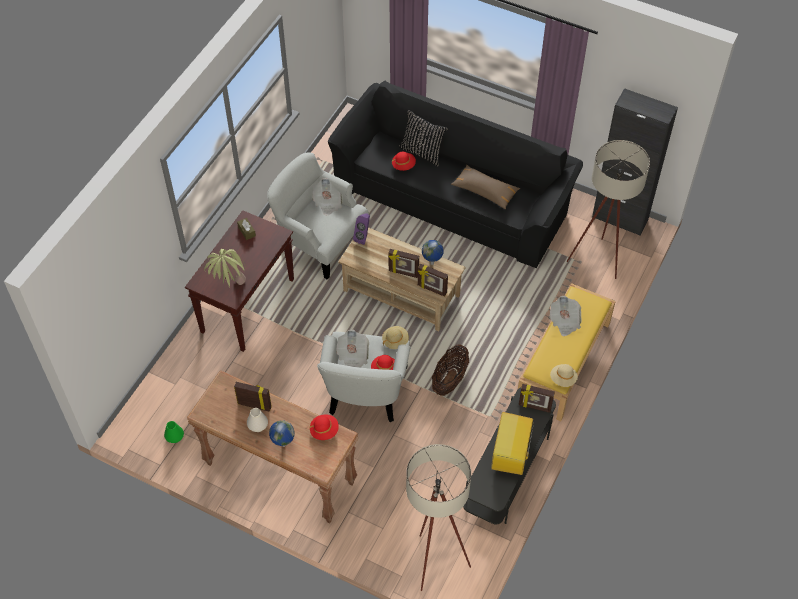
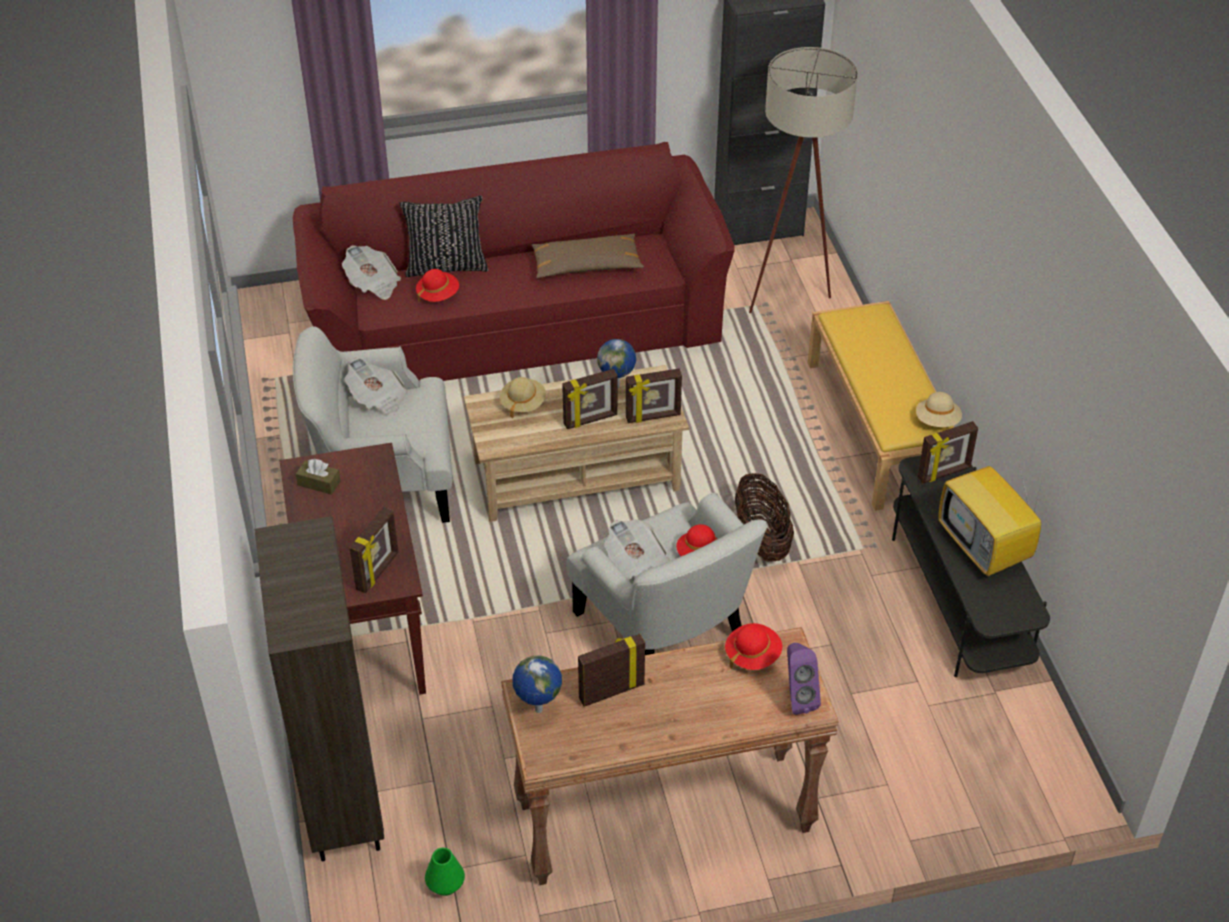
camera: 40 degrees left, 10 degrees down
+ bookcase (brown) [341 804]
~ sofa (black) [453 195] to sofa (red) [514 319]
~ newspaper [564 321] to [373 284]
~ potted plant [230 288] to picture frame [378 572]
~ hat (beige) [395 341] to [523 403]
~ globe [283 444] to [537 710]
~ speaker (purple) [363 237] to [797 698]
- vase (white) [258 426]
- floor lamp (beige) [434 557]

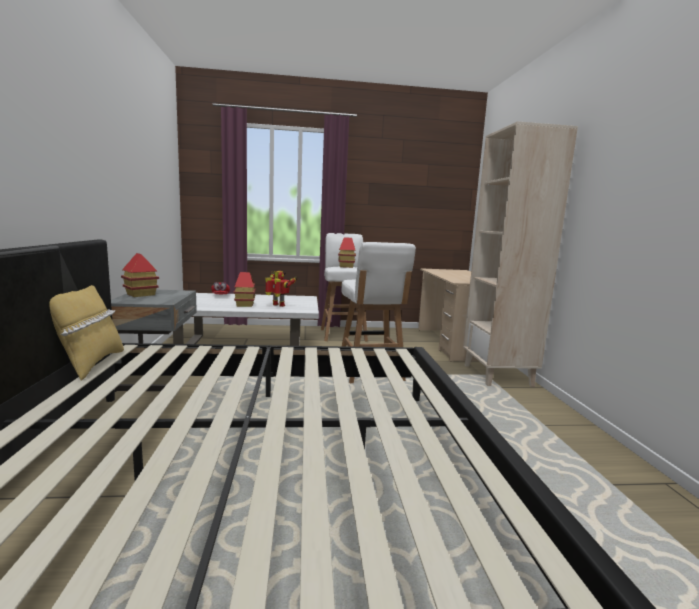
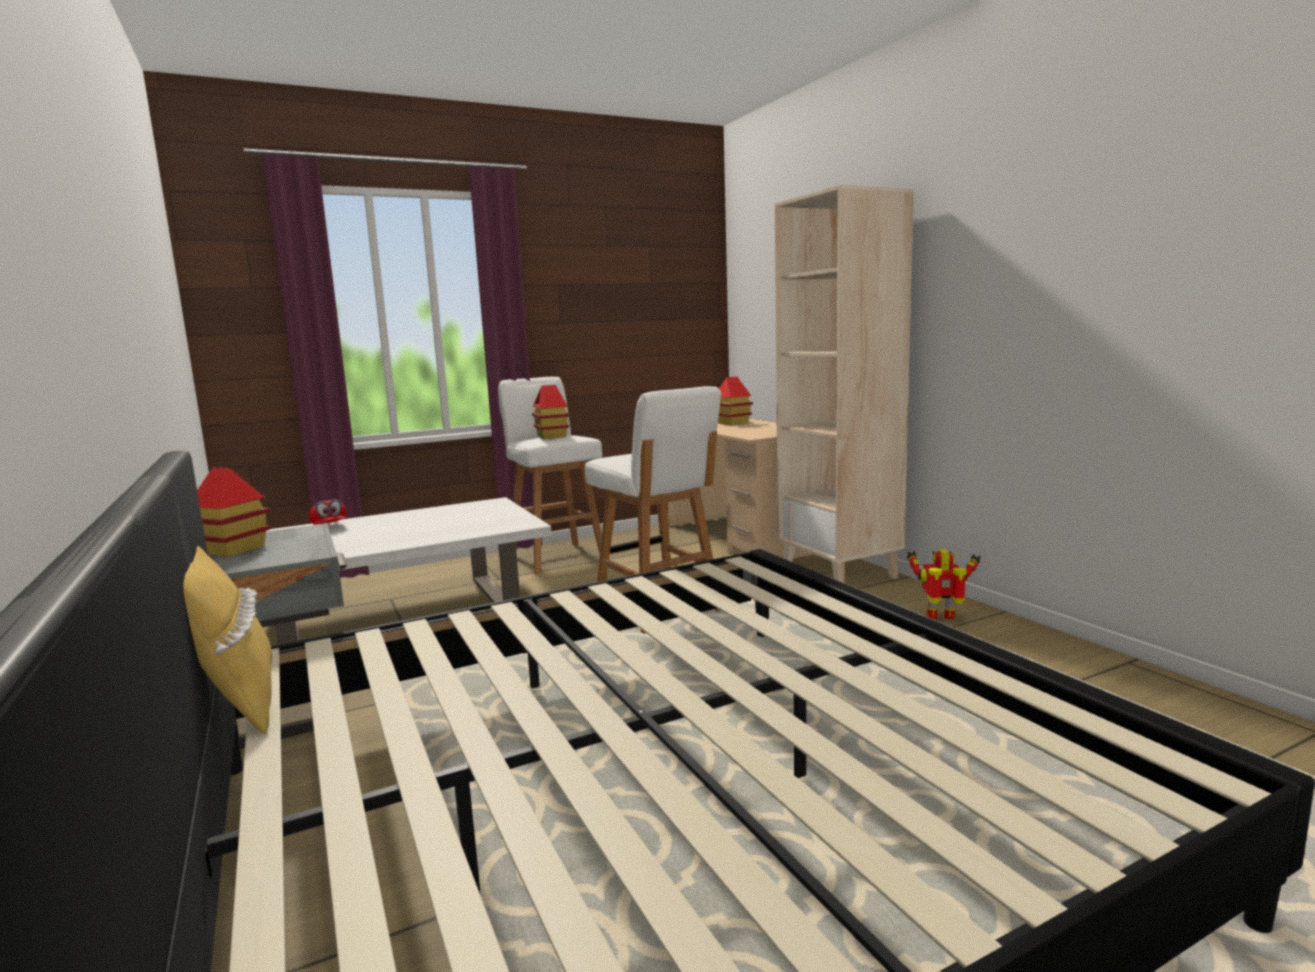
camera: 20 degrees left, 0 degrees up
~ toy house [244 305] to [732 423]
~ toy robot [278 305] to [942 617]

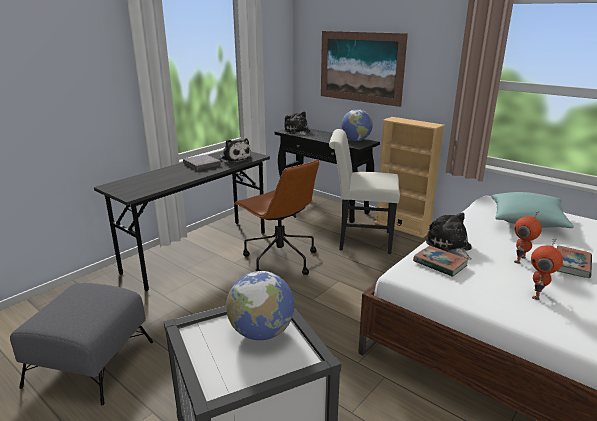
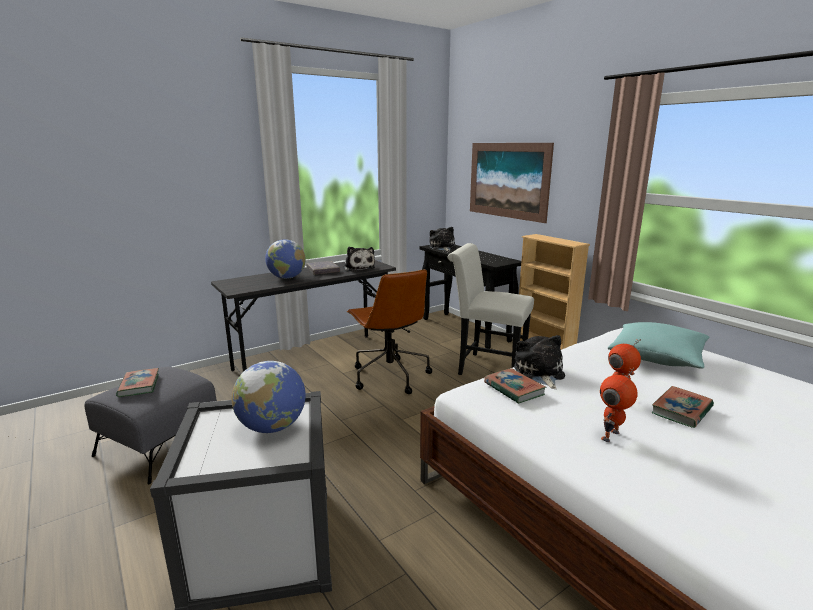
camera: 15 degrees right, 5 degrees down
+ book [139 385]
~ globe [356 140] to [287 278]

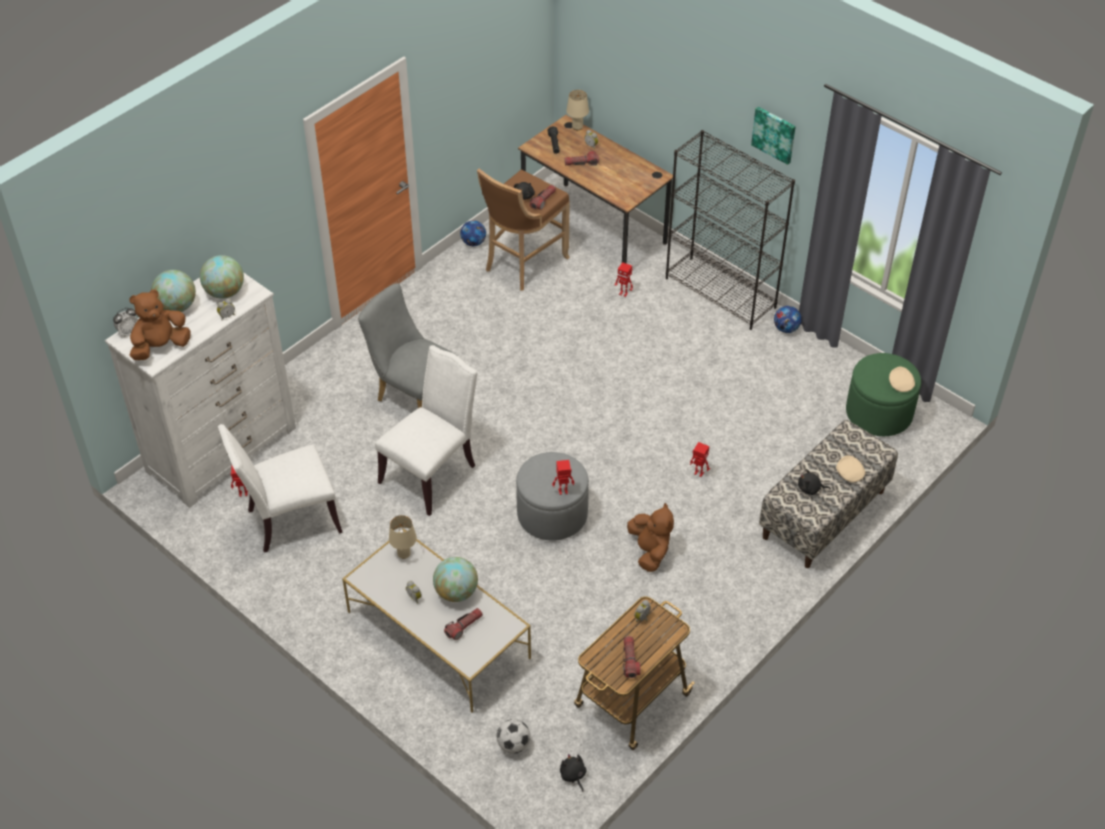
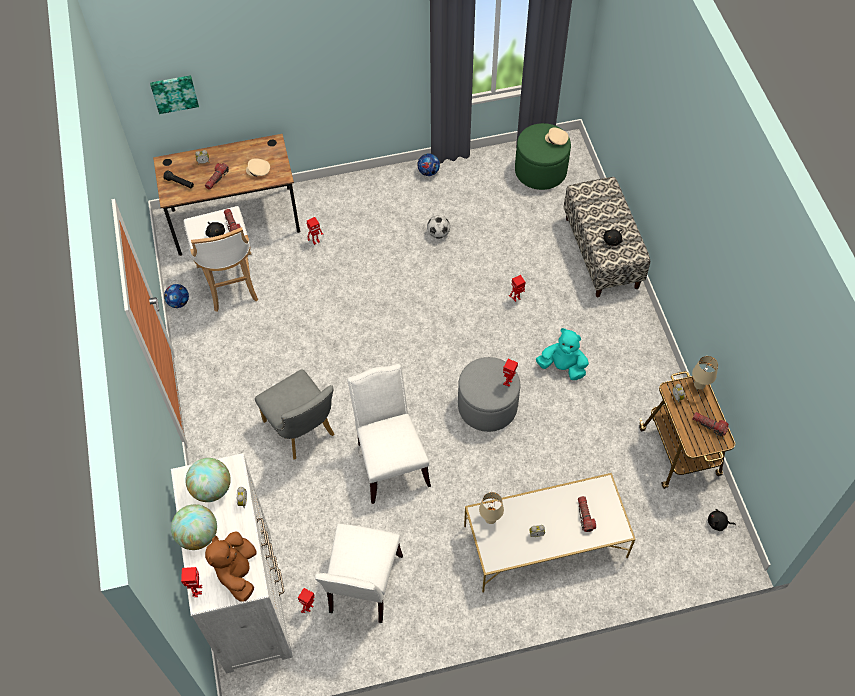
camera: 55 degrees left, 10 degrees up
~ picture [774 134] to [174 93]
~ alarm clock [128 332] to toy robot [197 590]
~ stool (brown) [523 264] to stool (white) [230 284]
~ cap (beige) [849 473] to [258 171]
~ chair (grey) [412 395] = [302 431] 105 degrees counterclockwise
~ football [513 745] to [438 233]
~ plush toy (brown) [650 551] to plush toy (turquoise) [562 367]
~ table lamp (beige) [577 127] to [699 385]
- globe [456 592]
- bookcase (black) [721 293]

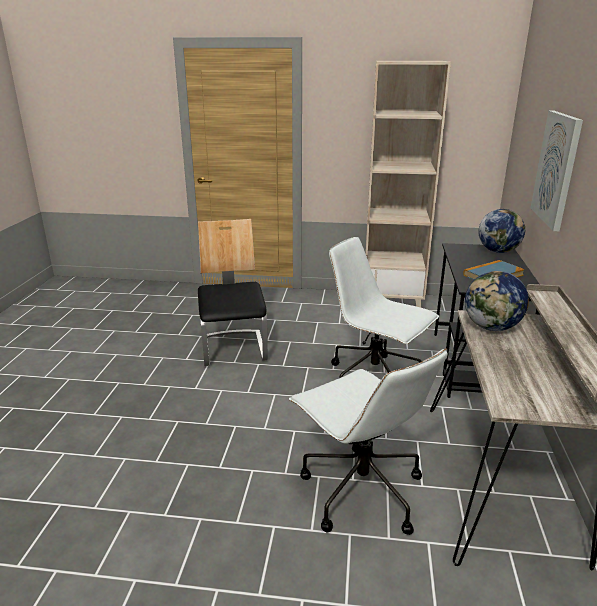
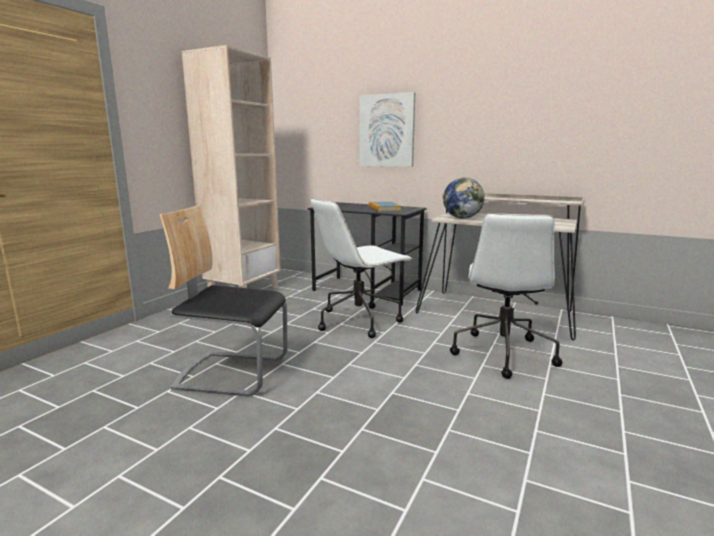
camera: 70 degrees left, 10 degrees down
~ office chair (white) [360 491] = [502 353] 120 degrees clockwise
- globe [498 251]

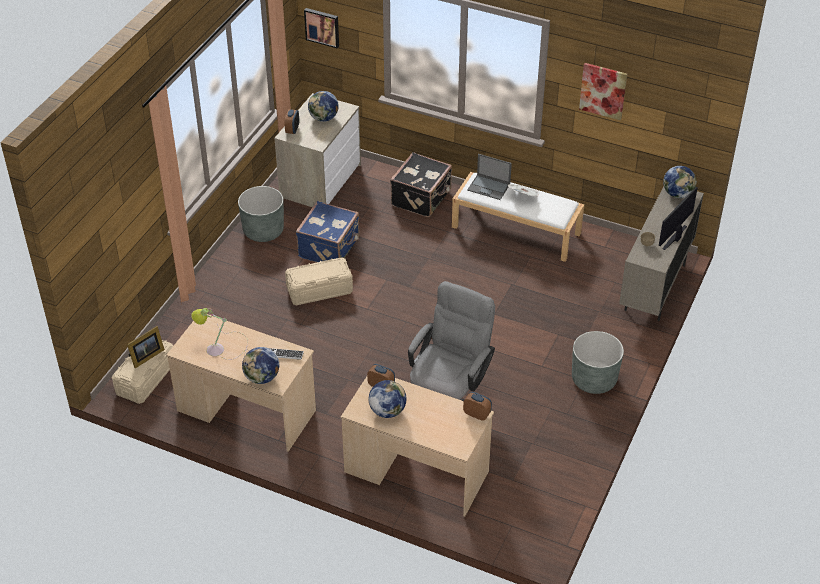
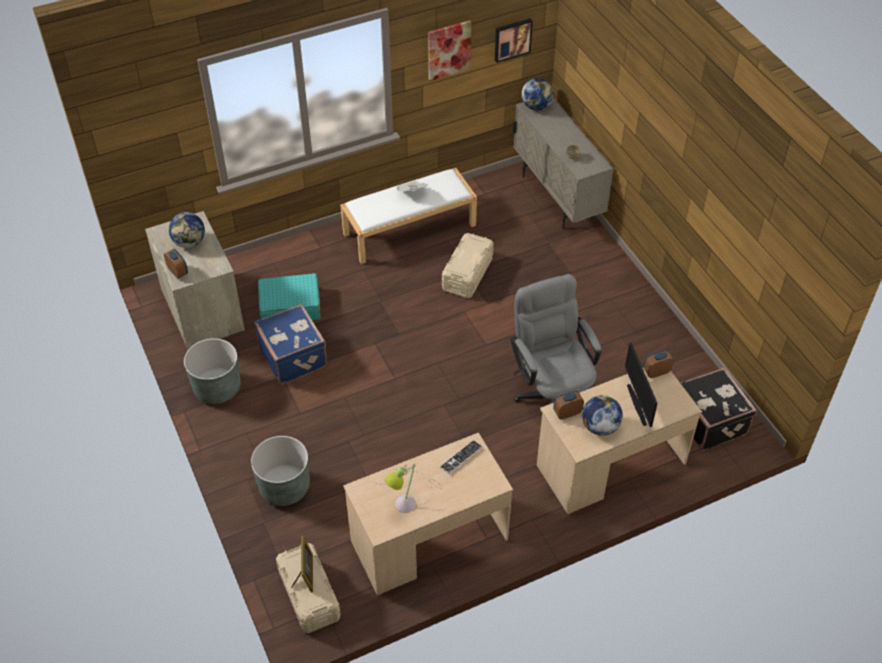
camera: 50 degrees left, 5 degrees up
~ planter (grey) [594 379] to [284 487]
+ suitcase (turquoise) [290 306]
~ storage box (beige) [319 290] to [467 274]
~ picture [322 27] to [512 39]
~ monitor [676 238] to [638 404]
~ suitcase (black) [422 198] to [710 421]
- globe [262 378]
- laptop [489 187]

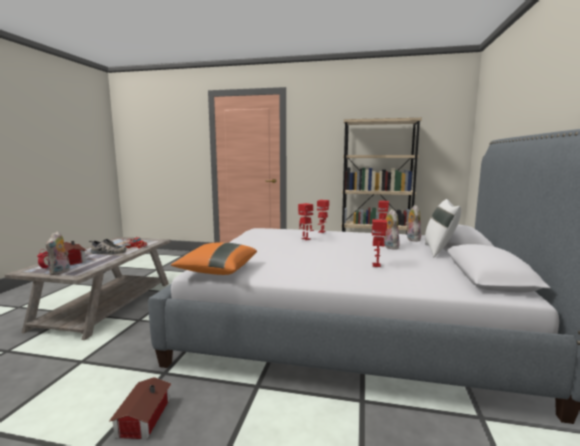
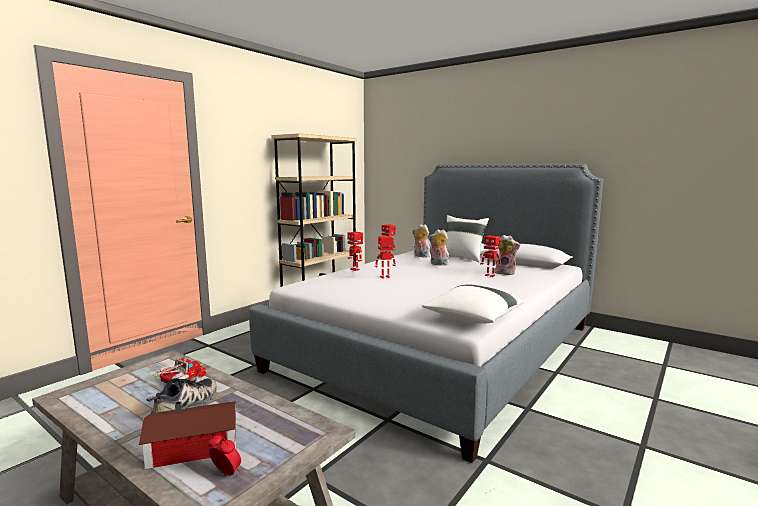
camera: 65 degrees left, 0 degrees up
~ pillow (orange) [217 270] to pillow (white) [472 319]
~ plush toy [60 272] to [505 273]
- toy house [141 418]

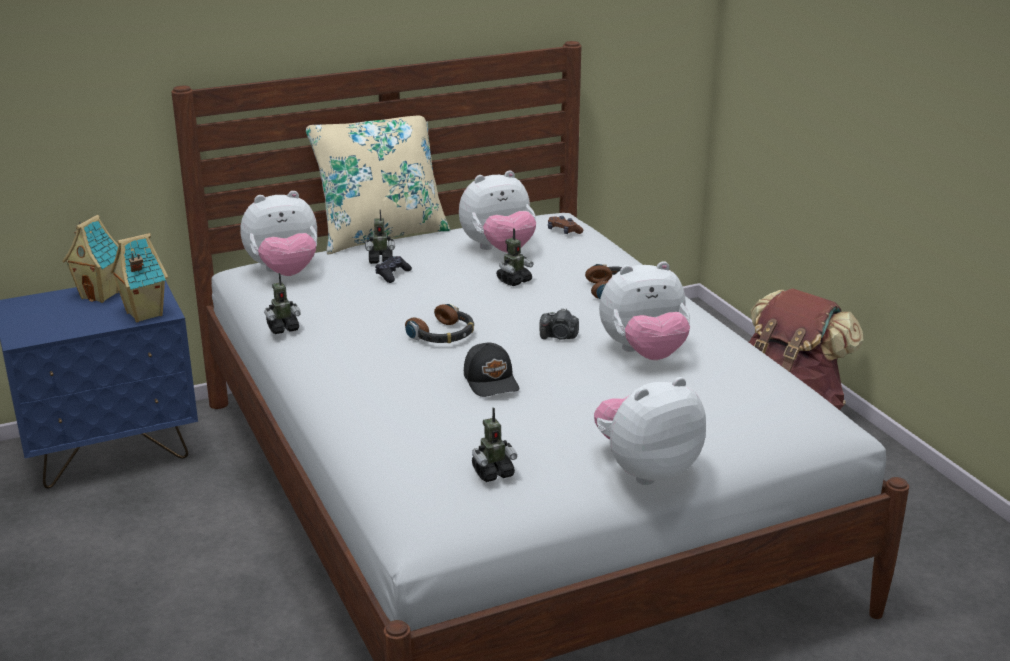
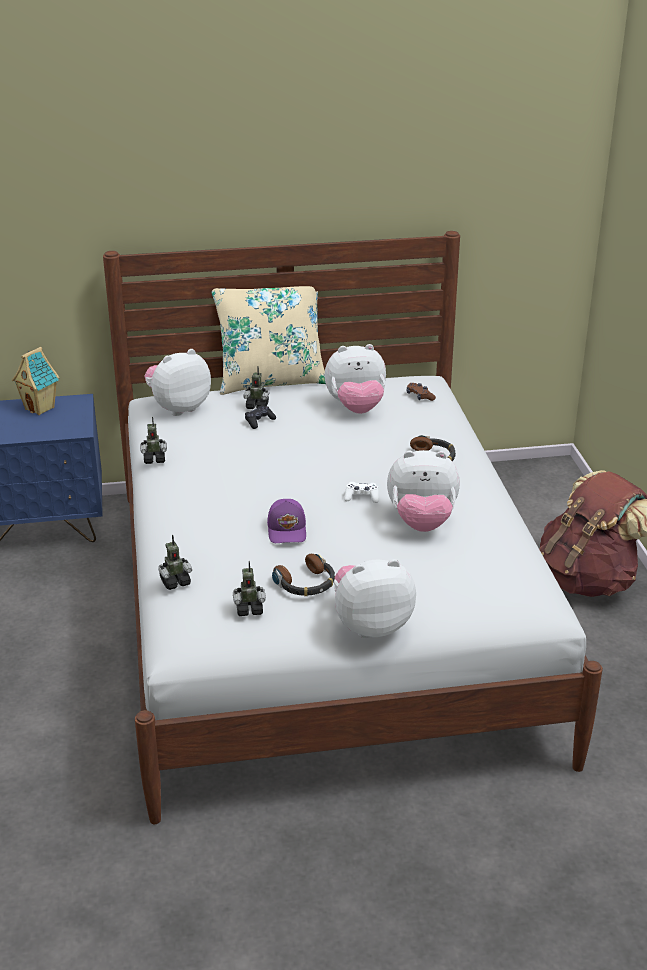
camera: 15 degrees right, 5 degrees up
~ plush toy [284 272] = [178 408] 150 degrees clockwise
~ toy robot [514 281] to [175 582]
~ cap (black) [492 381] to cap (purple) [288 530]
~ headphones [443 334] to [306 583]
~ photo camera [559 336] to game controller (white) [361 497]
- toy house [143 314]

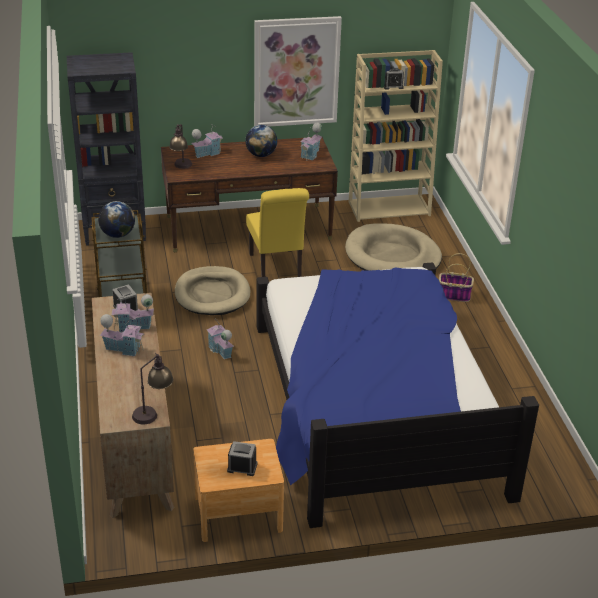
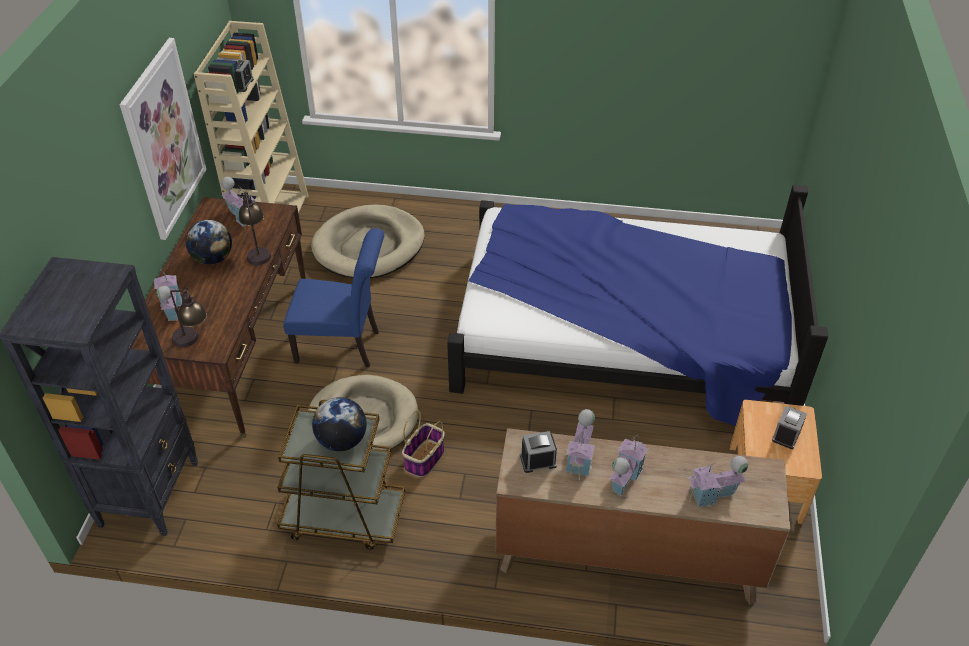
camera: 70 degrees left, 10 degrees up
~ table lamp [153 412] to [258 251]
~ chair (yellow) [276 270] to chair (blue) [343 346]
~ basket [453 295] to [424 459]
~ toy house [220 351] to [712 494]

